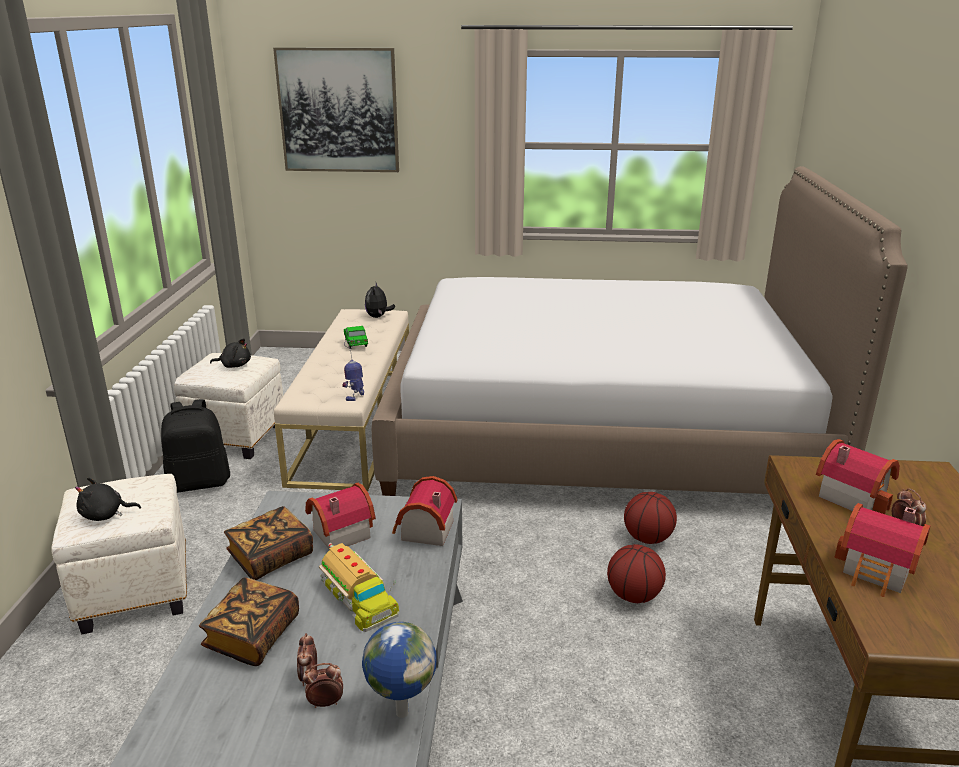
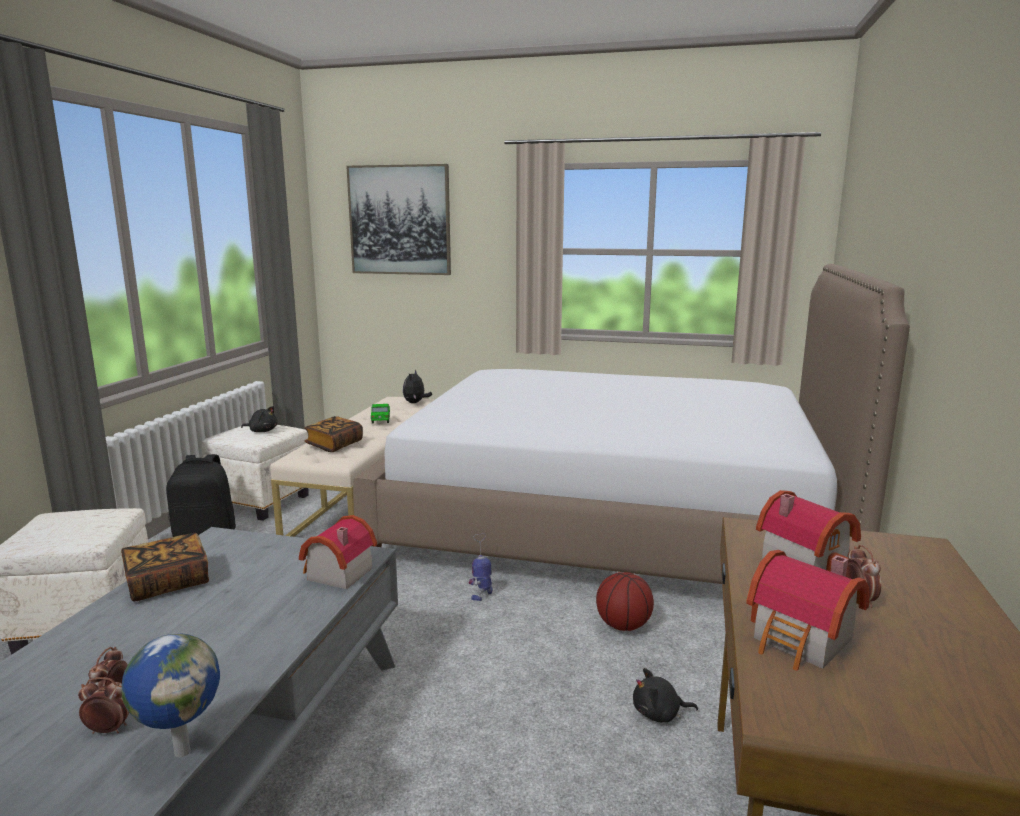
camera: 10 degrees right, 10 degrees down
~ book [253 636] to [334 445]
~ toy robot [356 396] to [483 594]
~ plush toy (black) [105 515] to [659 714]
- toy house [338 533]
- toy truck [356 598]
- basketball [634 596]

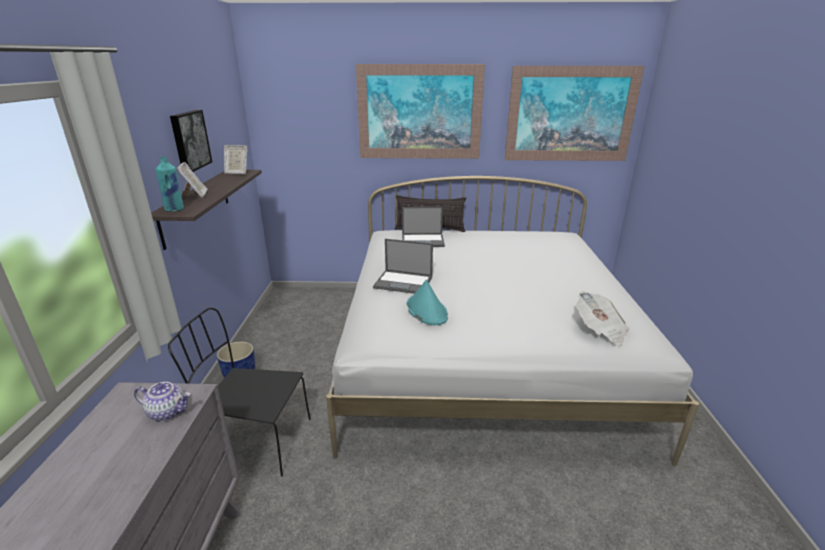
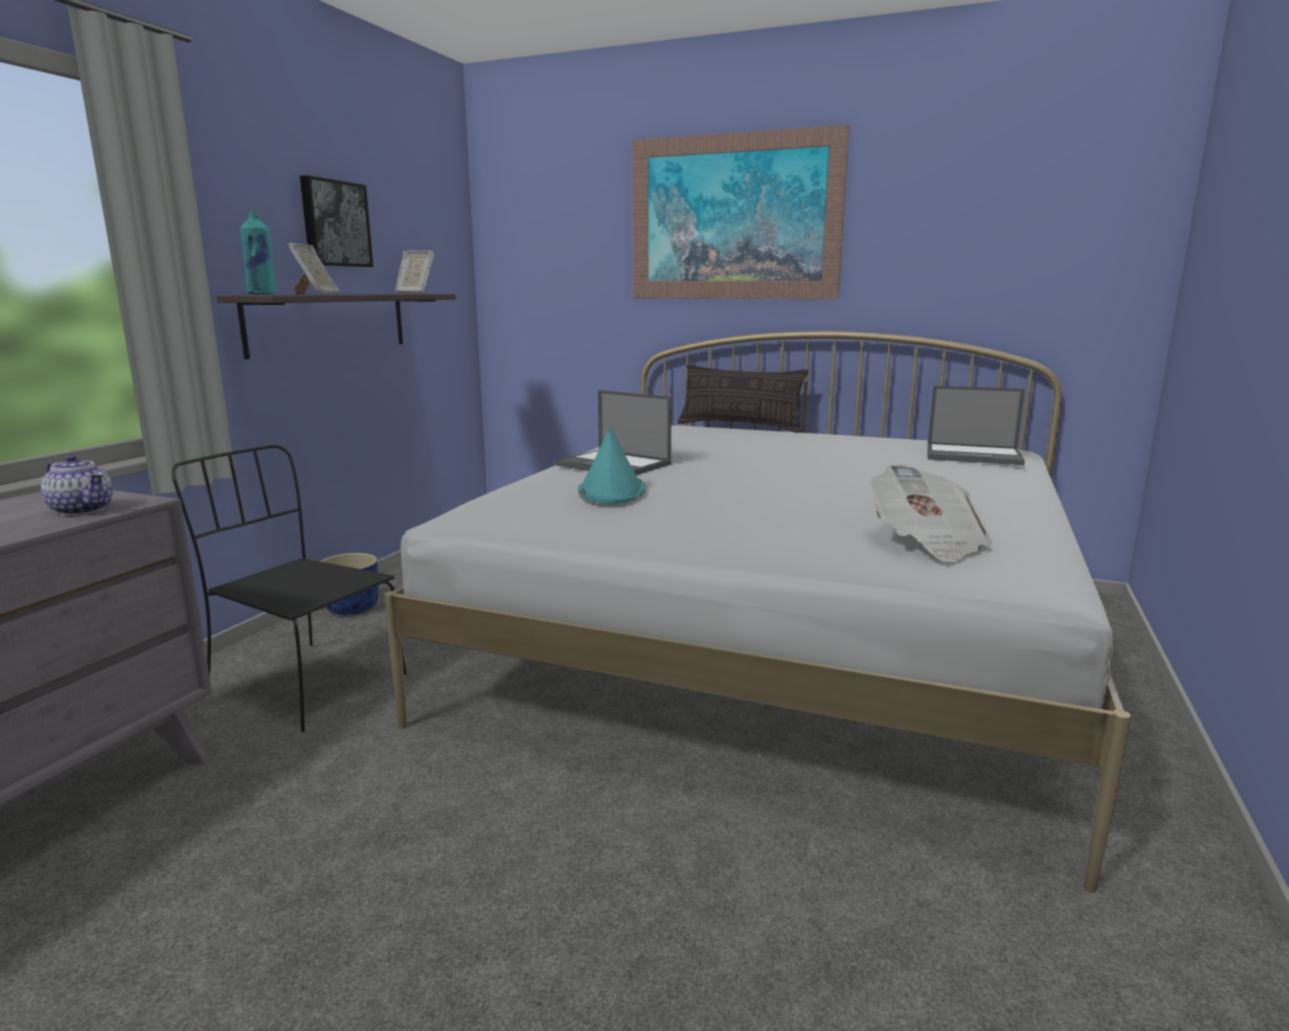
camera: 20 degrees right, 10 degrees down
~ laptop [423 240] to [974 455]
- picture [570 114]

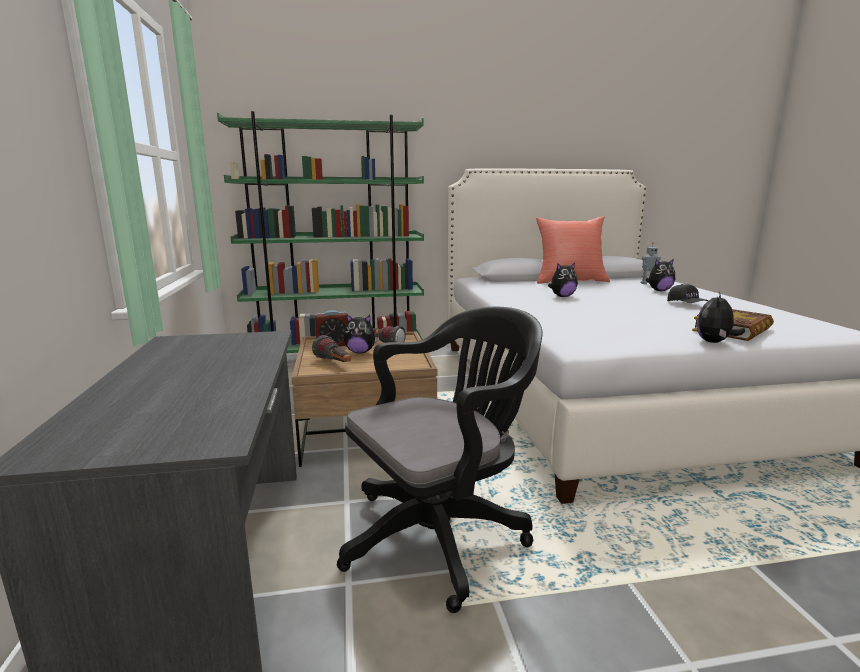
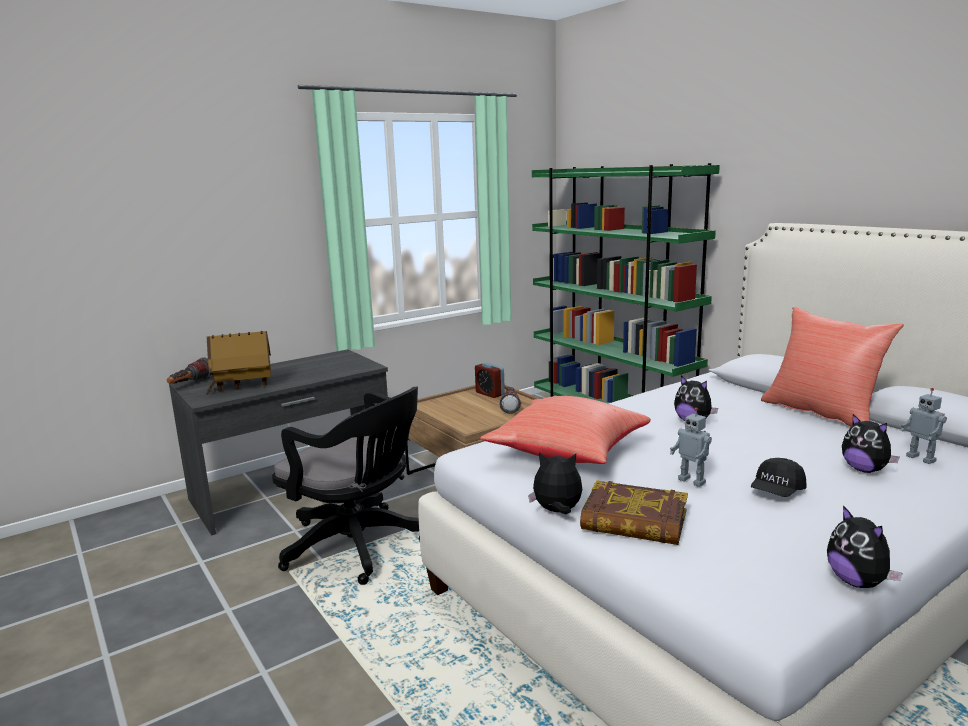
camera: 65 degrees right, 0 degrees up
~ flashlight [335 364] to [190 384]
+ toy house [243 386]
+ pillow (red) [566 453]
+ toy robot [692 481]
~ plush toy [360 352] to [857 582]

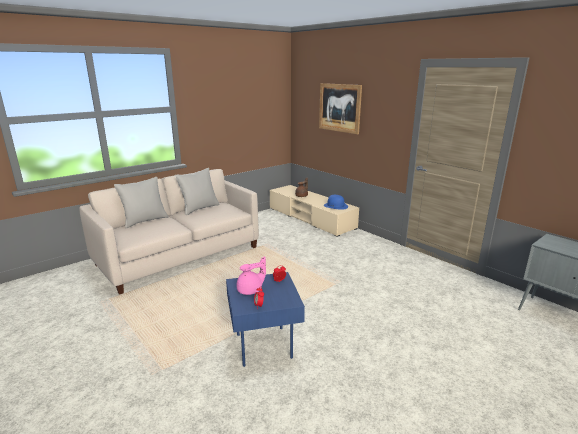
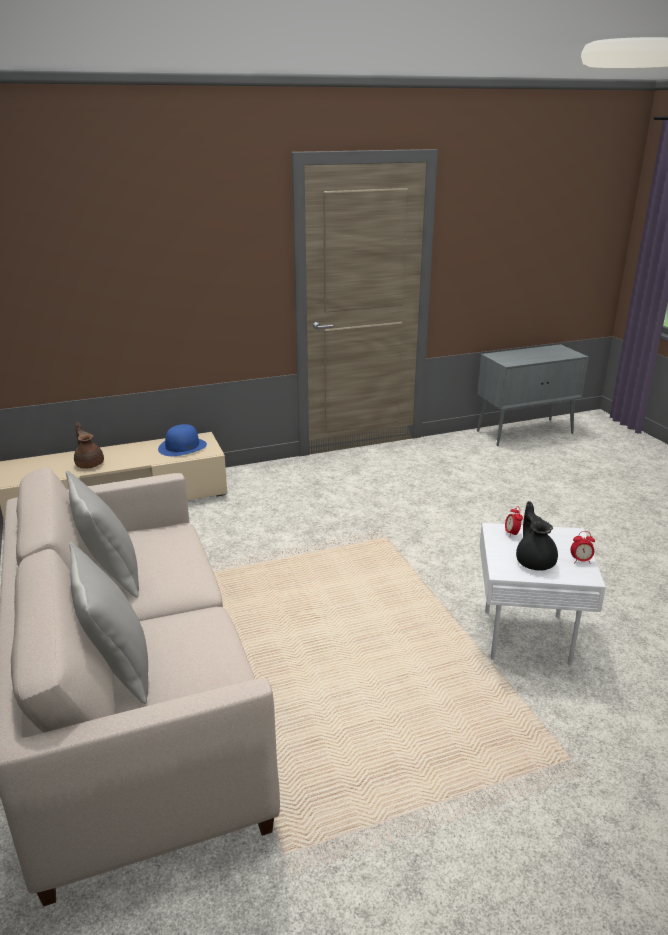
camera: 70 degrees left, 5 degrees up
~ side table (blue) [265 346] to side table (white) [528 635]
~ teapot (pink) [251 290] to teapot (black) [534 561]
- picture [339 108]

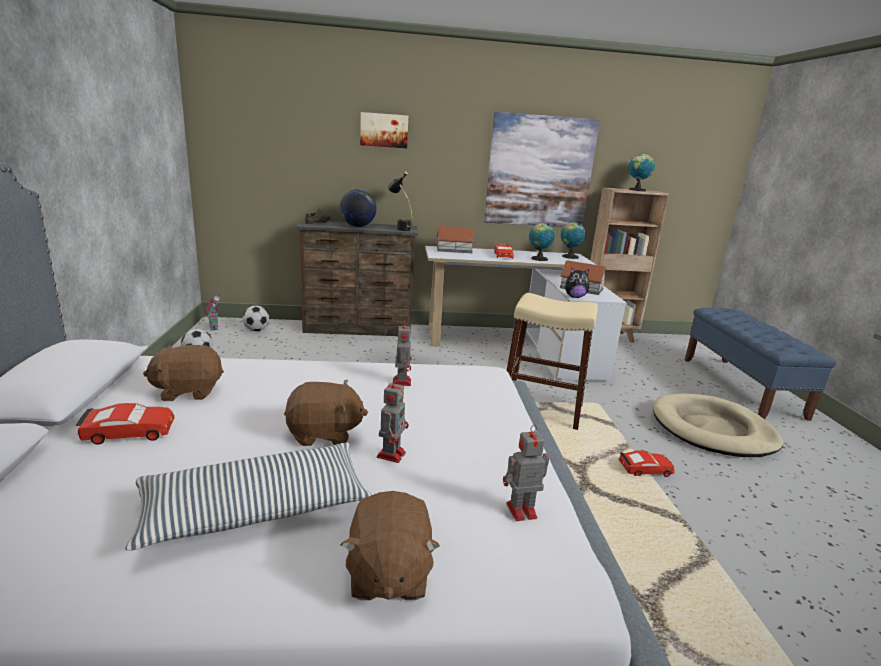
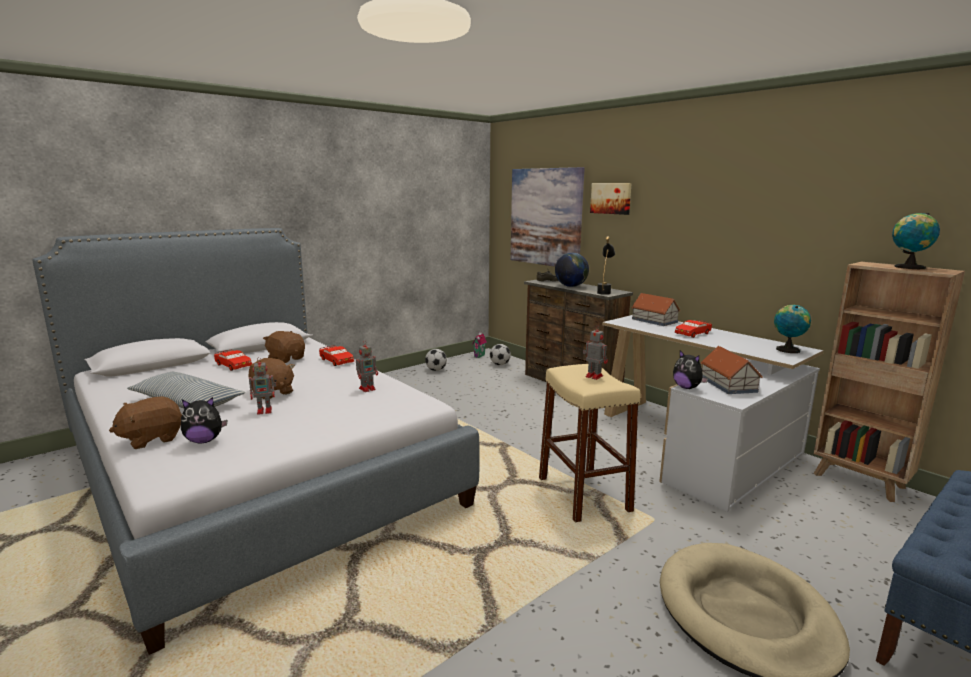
camera: 55 degrees right, 5 degrees down
+ plush toy [204 440]
~ toy car (red) [645 469] to [336 361]
~ picture [539 172] to [545 217]
~ toy robot [519 511] to [593 376]
- globe [538 259]

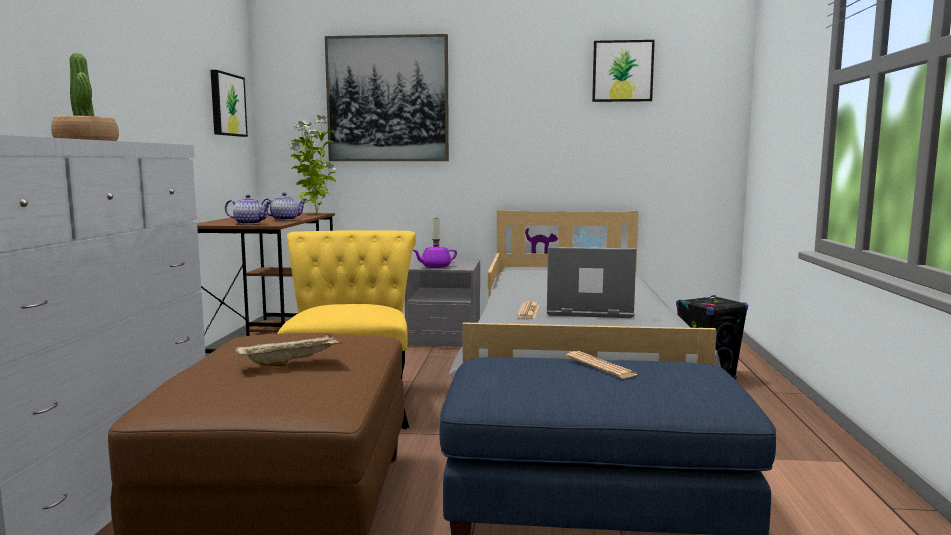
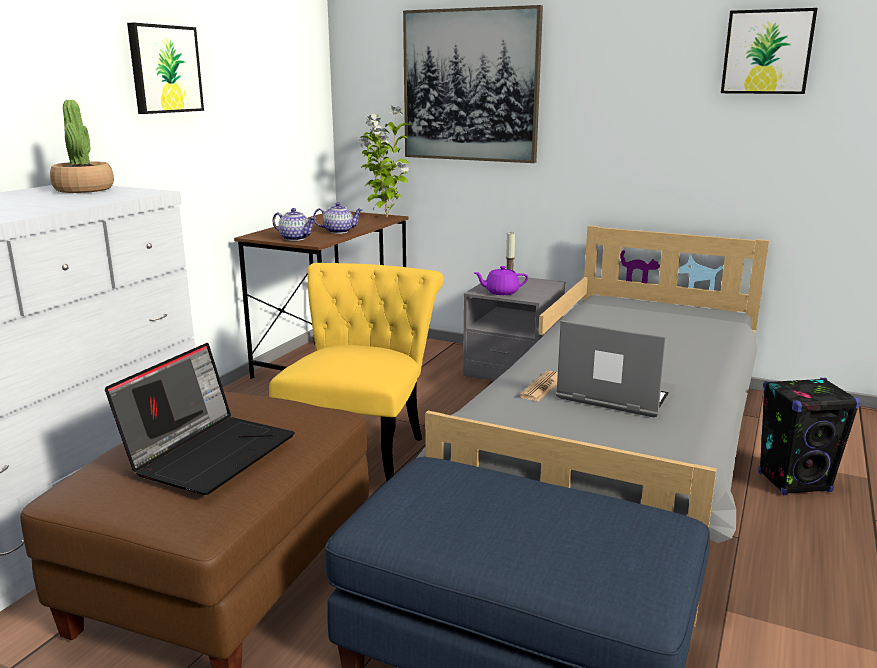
camera: 20 degrees right, 10 degrees up
~ tray (beige) [291 363] to laptop [210 452]
~ picture [226 105] to [164 69]
- newspaper [601 366]

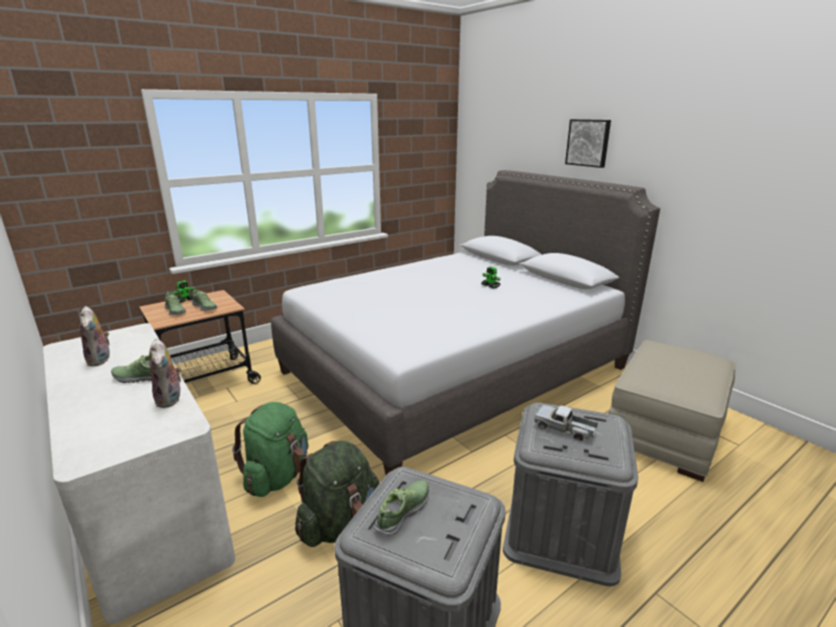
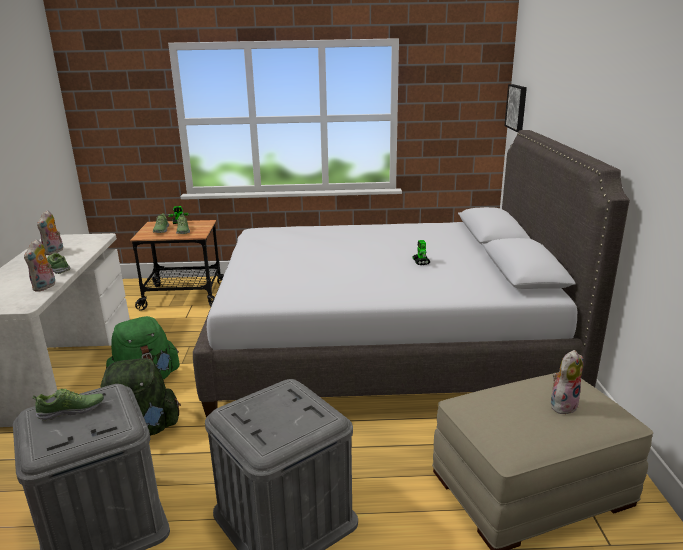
camera: 35 degrees right, 0 degrees up
~ picture [588 143] to [517 107]
+ plush toy [563 404]
- toy truck [564 429]

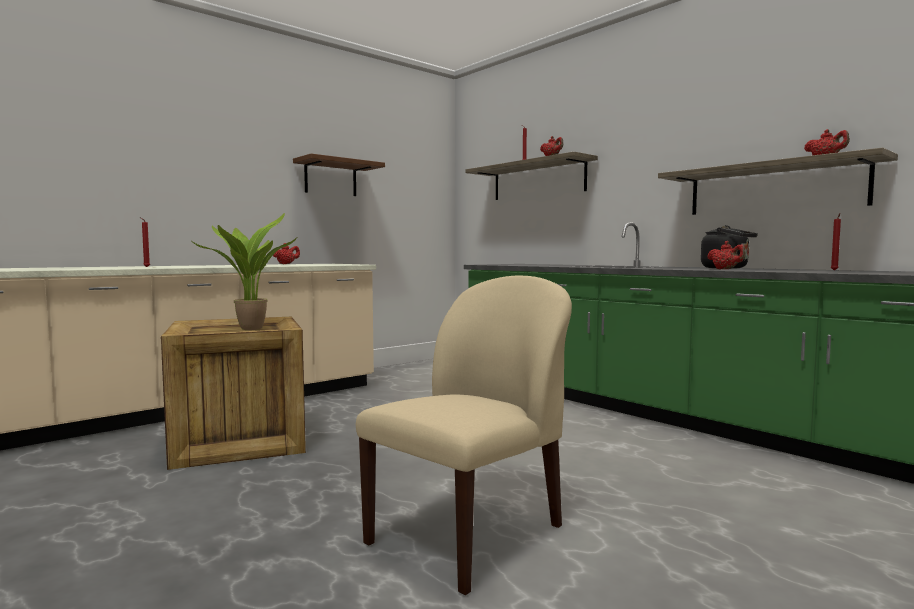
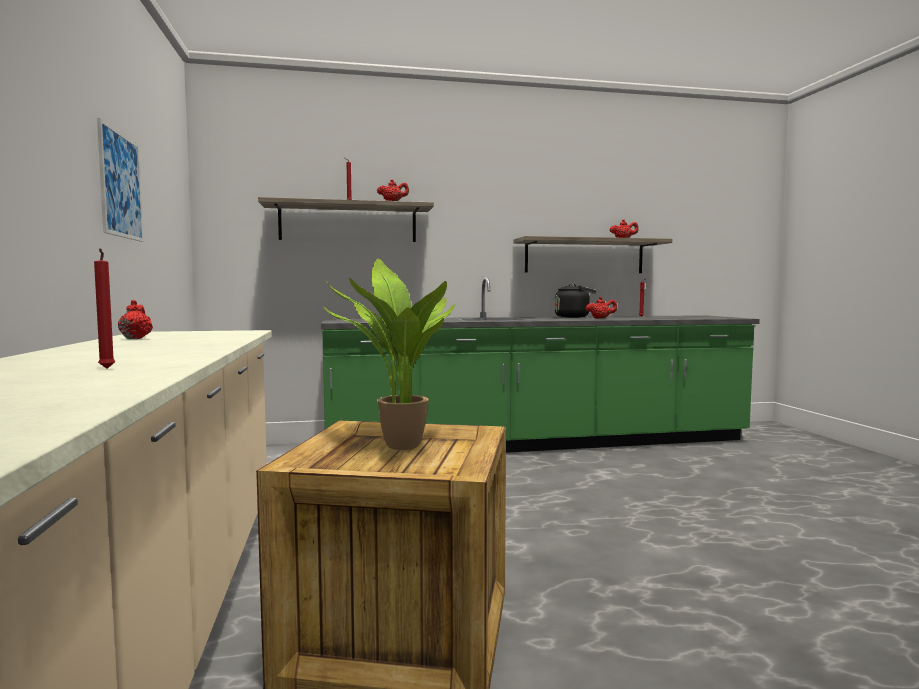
camera: 60 degrees left, 0 degrees up
~ shelf (brown) [330 178] to picture [121 185]
- chair (beige) [469 533]

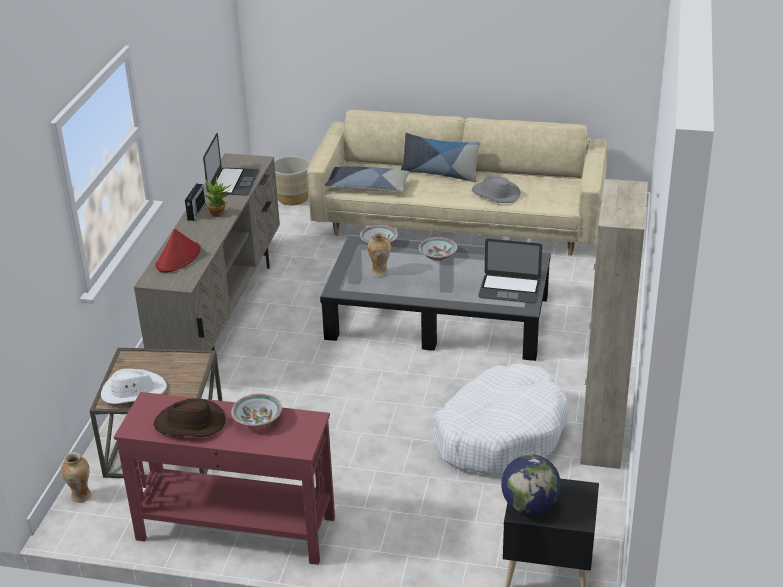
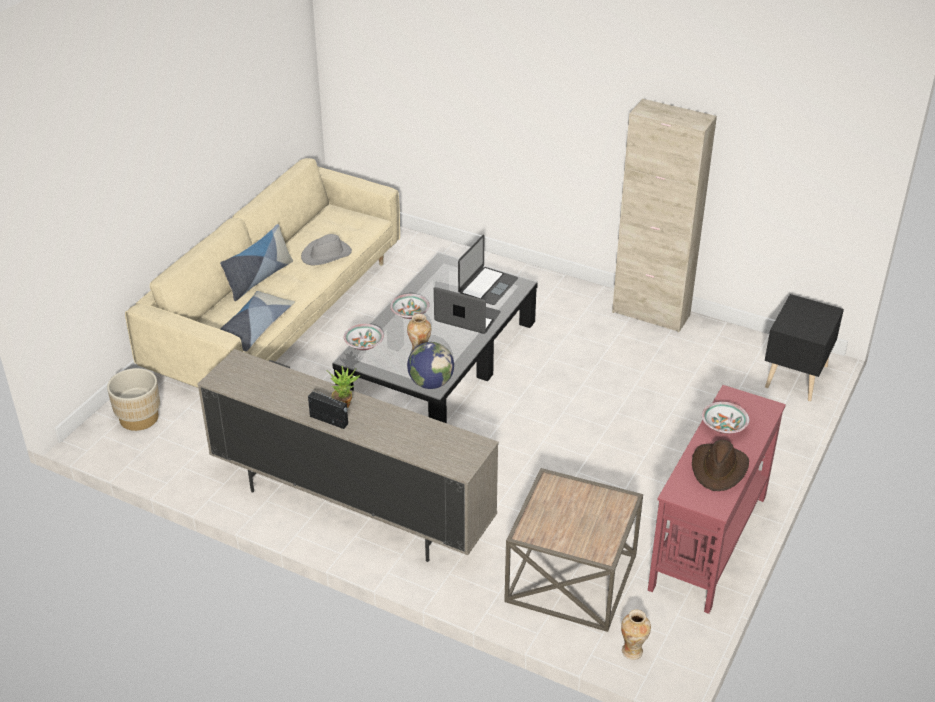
camera: 75 degrees left, 5 degrees up
~ globe [529 506] to [431 383]
~ laptop [233 182] to [467 317]
- hat (white) [133 391]
- hat (red) [178 258]
- dog bed (white) [500 434]

